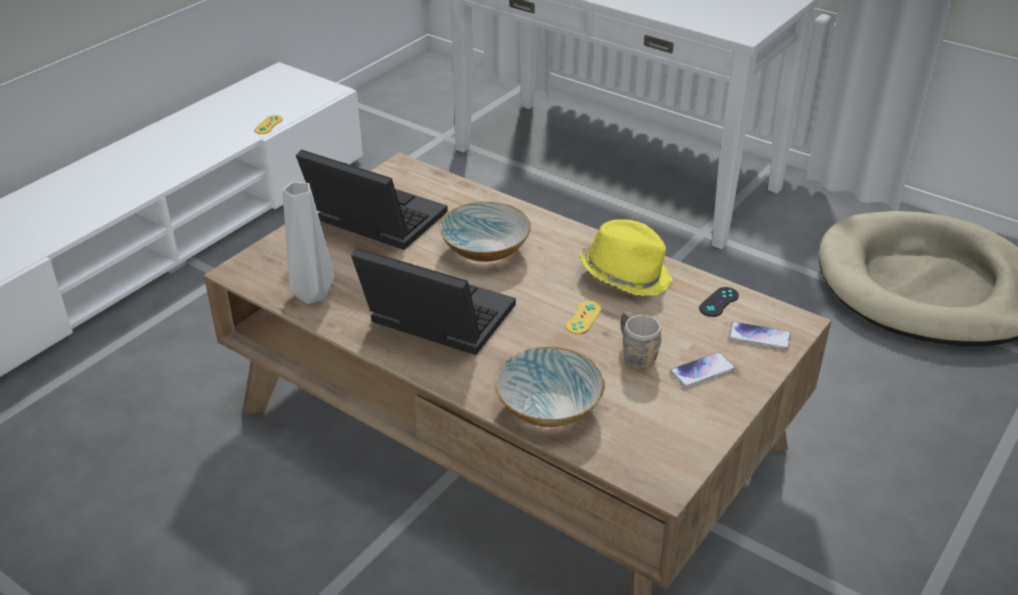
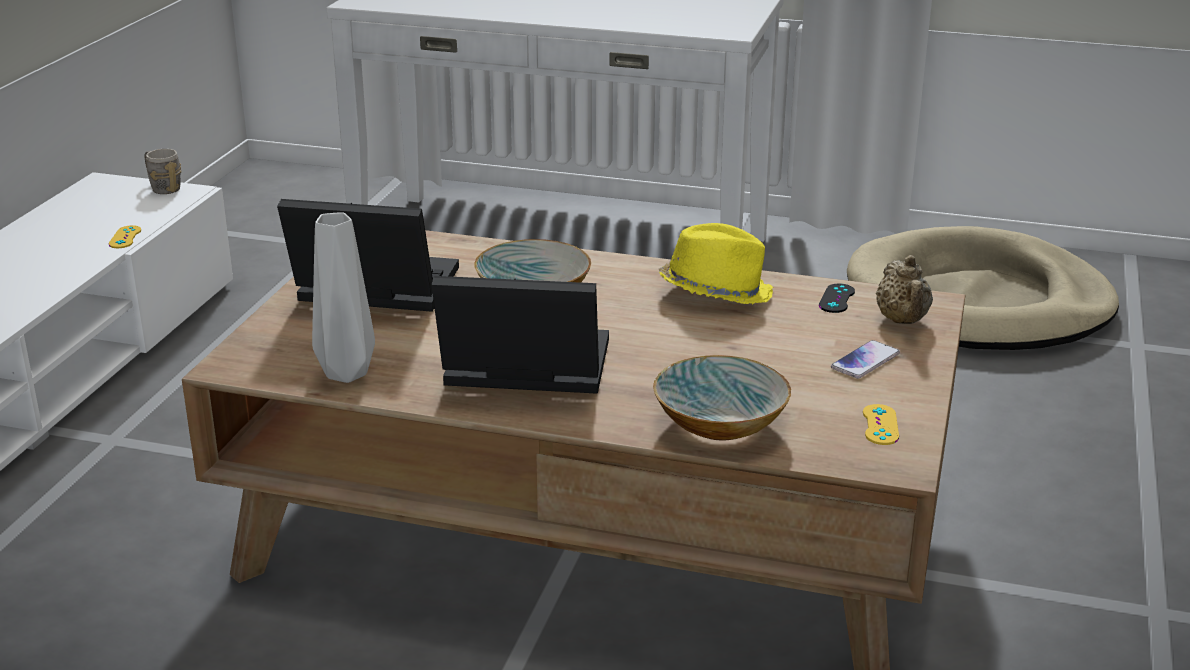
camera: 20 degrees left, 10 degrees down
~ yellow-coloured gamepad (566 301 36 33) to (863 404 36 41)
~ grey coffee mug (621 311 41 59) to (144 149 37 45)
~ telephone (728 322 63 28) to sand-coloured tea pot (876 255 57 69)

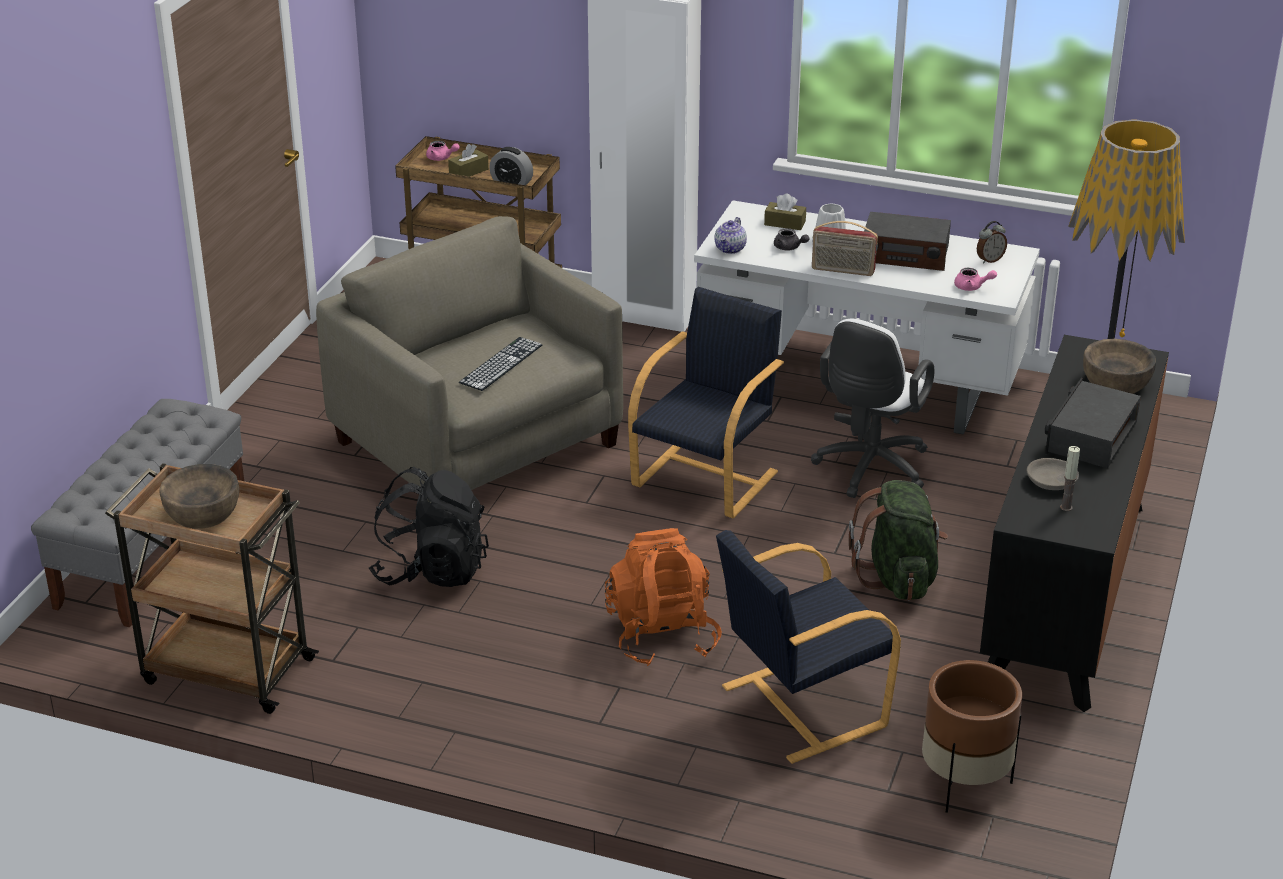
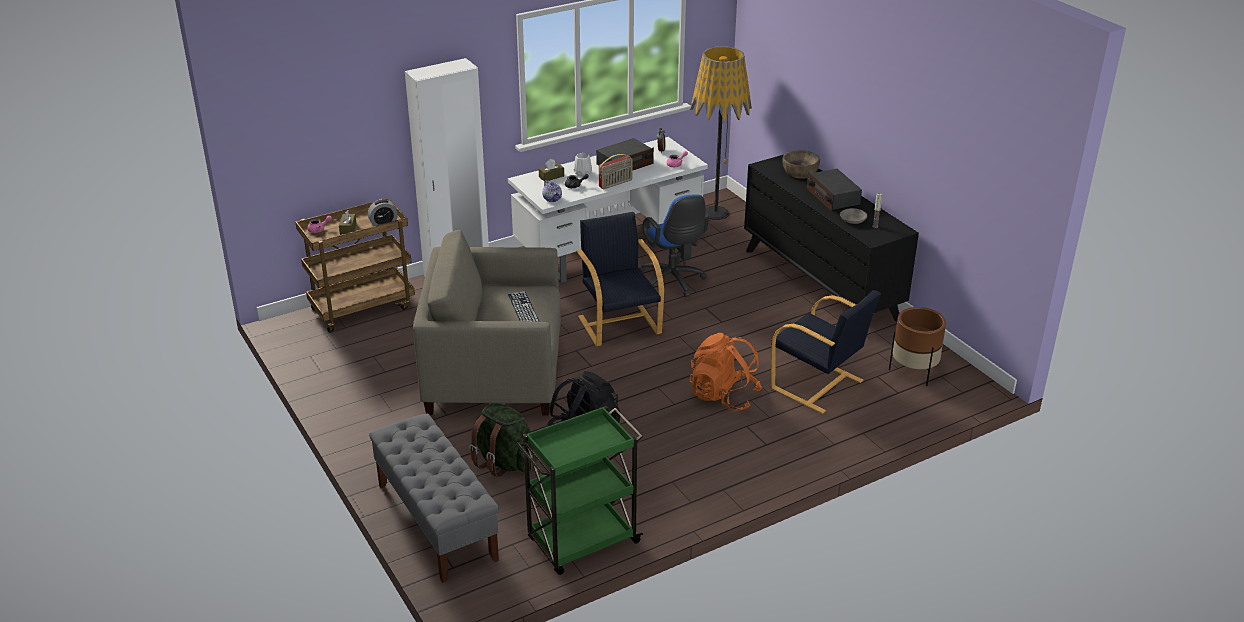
camera: 50 degrees left, 0 degrees up
- brownish bowl (159 464 80 65)
~ greenish rucksack (849 480 99 121) to (469 403 68 75)
~ brownish cart (105 463 214 251) to greenish cart (517 406 126 169)
~ whitish office chair (811 319 123 179) to bluish office chair (639 194 70 103)
~ black armchair (716 530 185 234) = (771 290 110 124) 60 degrees counterclockwise

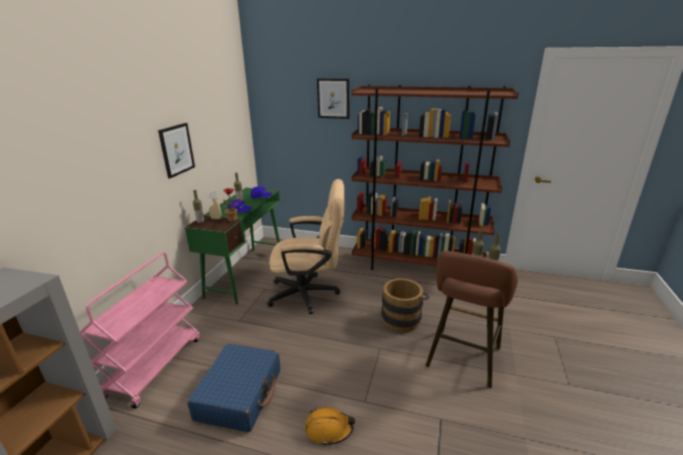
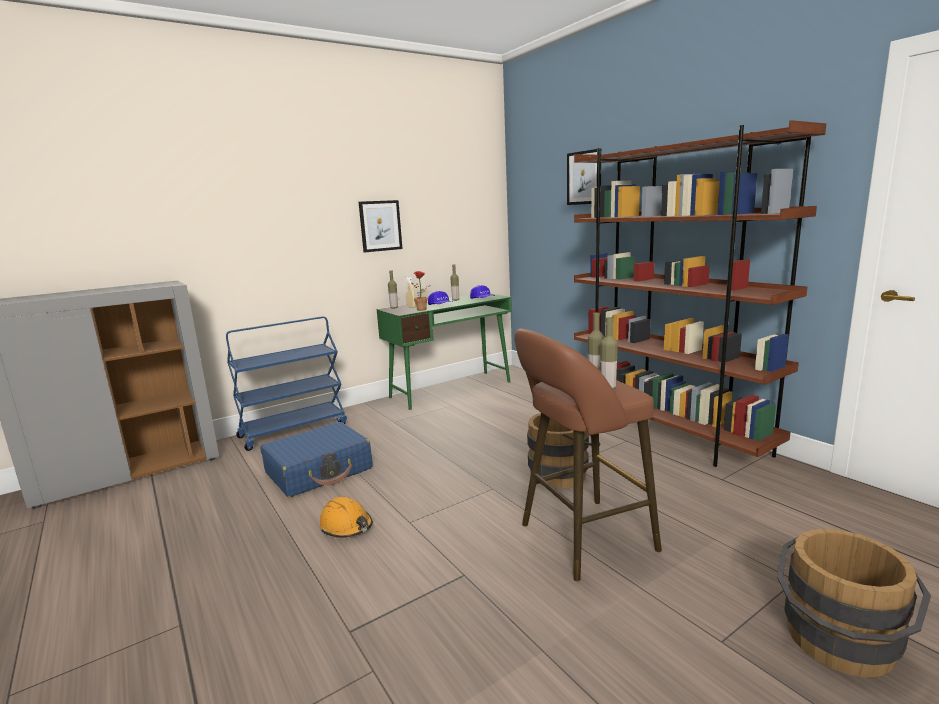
camera: 40 degrees right, 10 degrees down
- sand-coloured office chair (267 179 77 136)
+ brownish pail (777 529 154 149)
~ pinkish cart (80 252 120 157) to bluish cart (226 316 121 135)

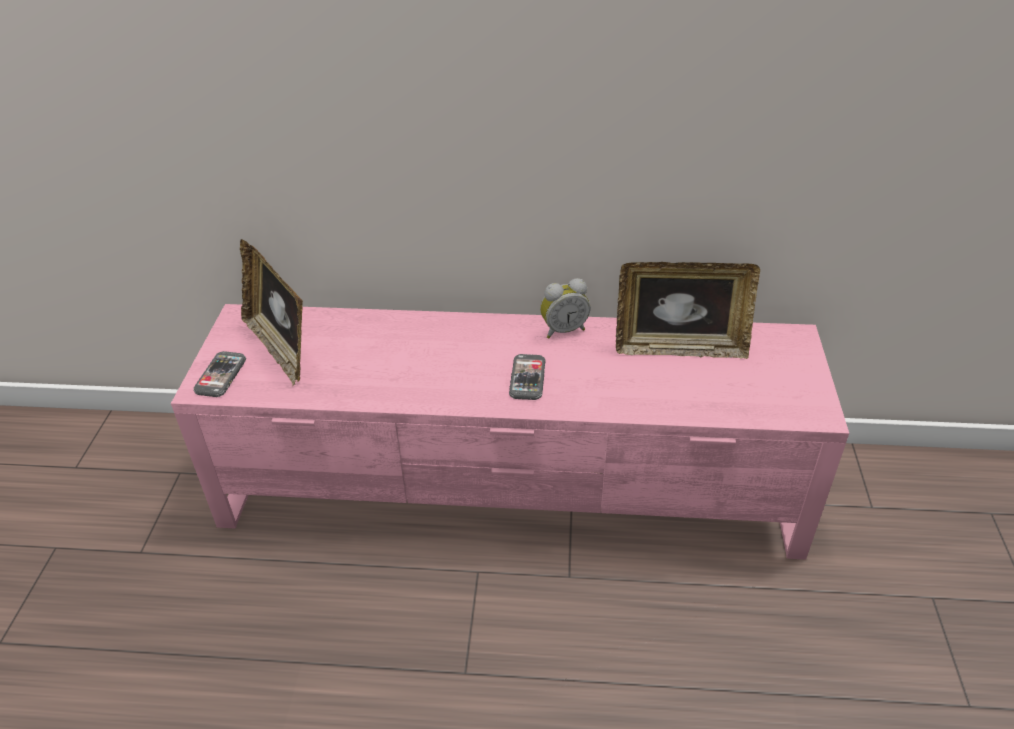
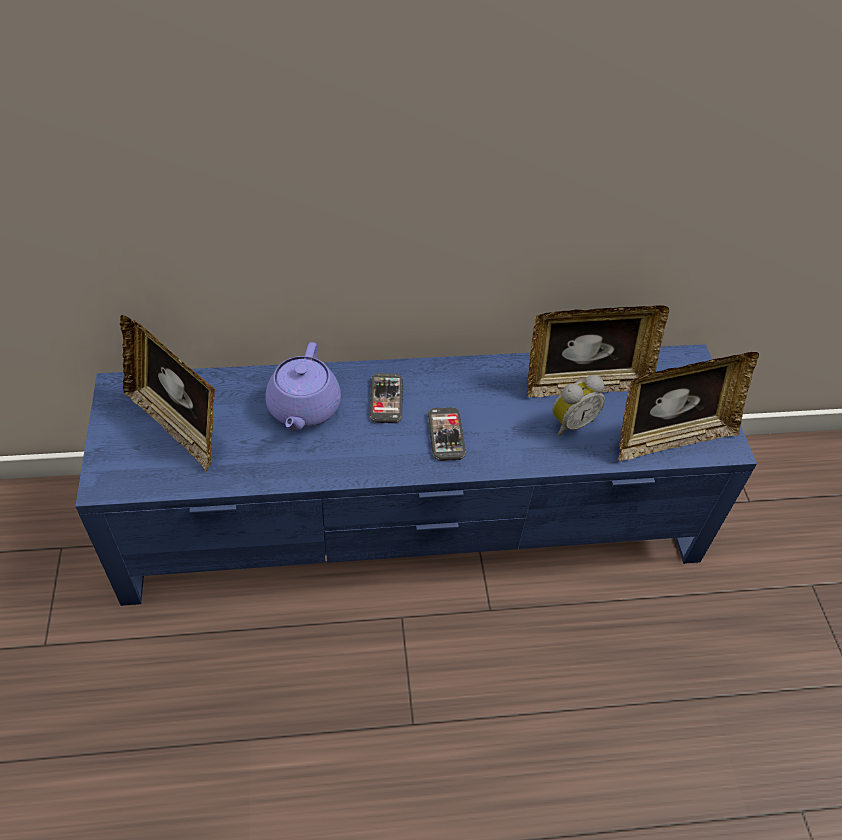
camera: 15 degrees left, 10 degrees up
+ purple tea pot (265 342 76 89)
+ standing frame (619 352 140 109)
~ telephone (193 351 53 46) to (370 373 33 50)
~ bedside clock (540 278 50 60) to (552 375 53 61)
~ pinkish tv stand (171 304 678 256) to bluish tv stand (75 344 682 262)

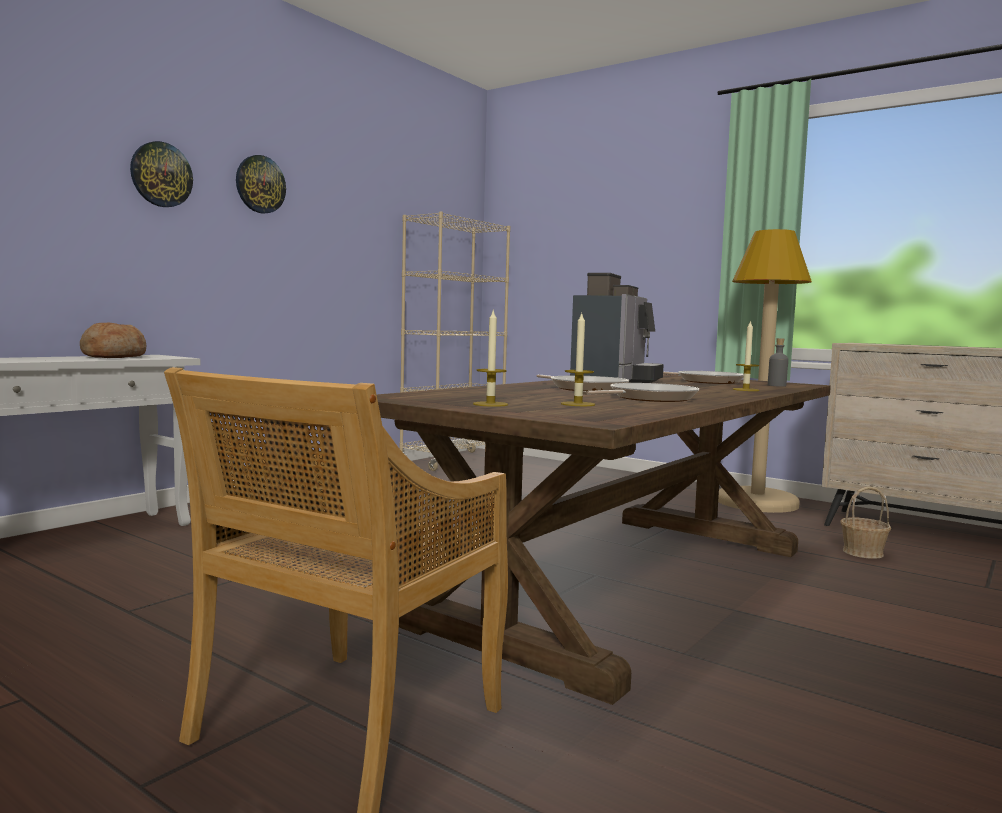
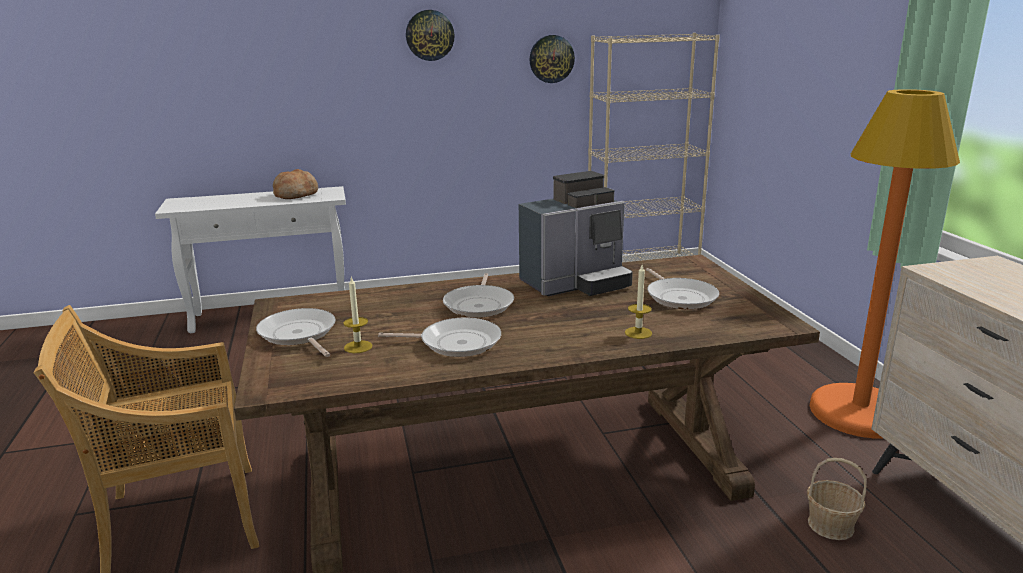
camera: 40 degrees right, 15 degrees up
- grey beverage bottle (768 338 20 49)
~ clock on the wall (130 141 63 66) to (530 35 45 48)
~ wax light (473 311 35 96) to pan (256 308 80 49)
~ sand-coloured standing lamp (718 229 94 284) to orangey standing lamp (810 89 150 349)

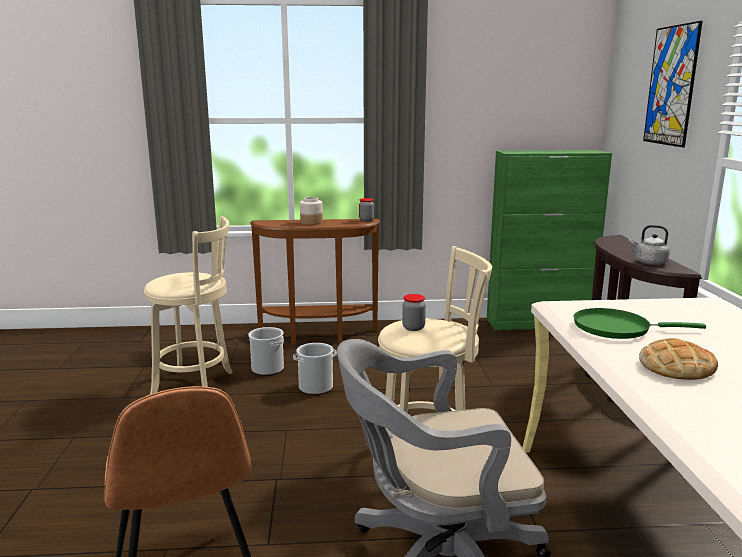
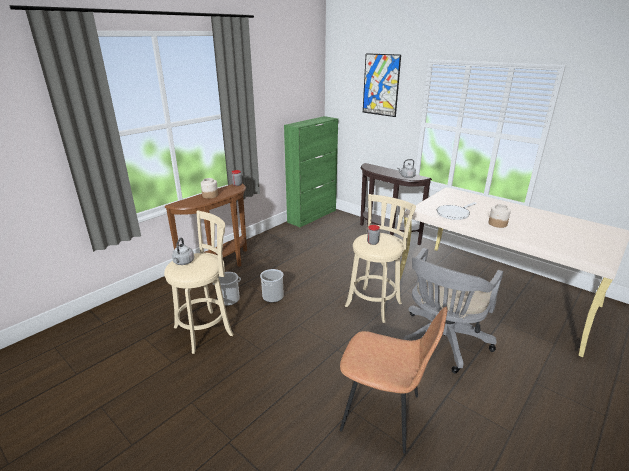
camera: 45 degrees left, 10 degrees up
+ grey tea kettle (172 238 22 27)
~ baked bread (639 338 79 42) to storage jar (488 204 23 24)
~ greenish pan (573 308 133 31) to whitish pan (437 202 39 18)

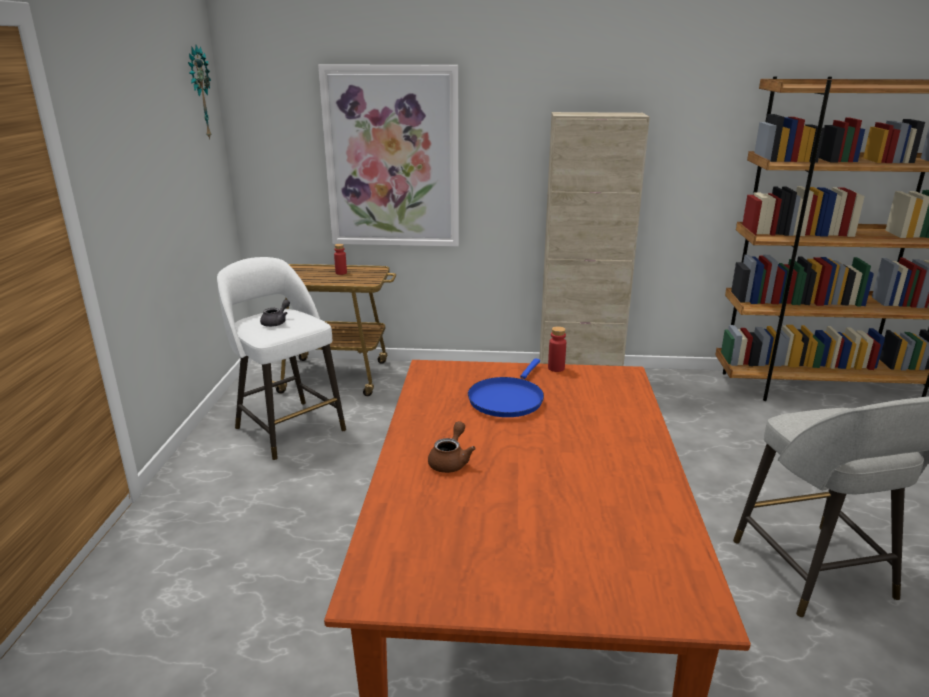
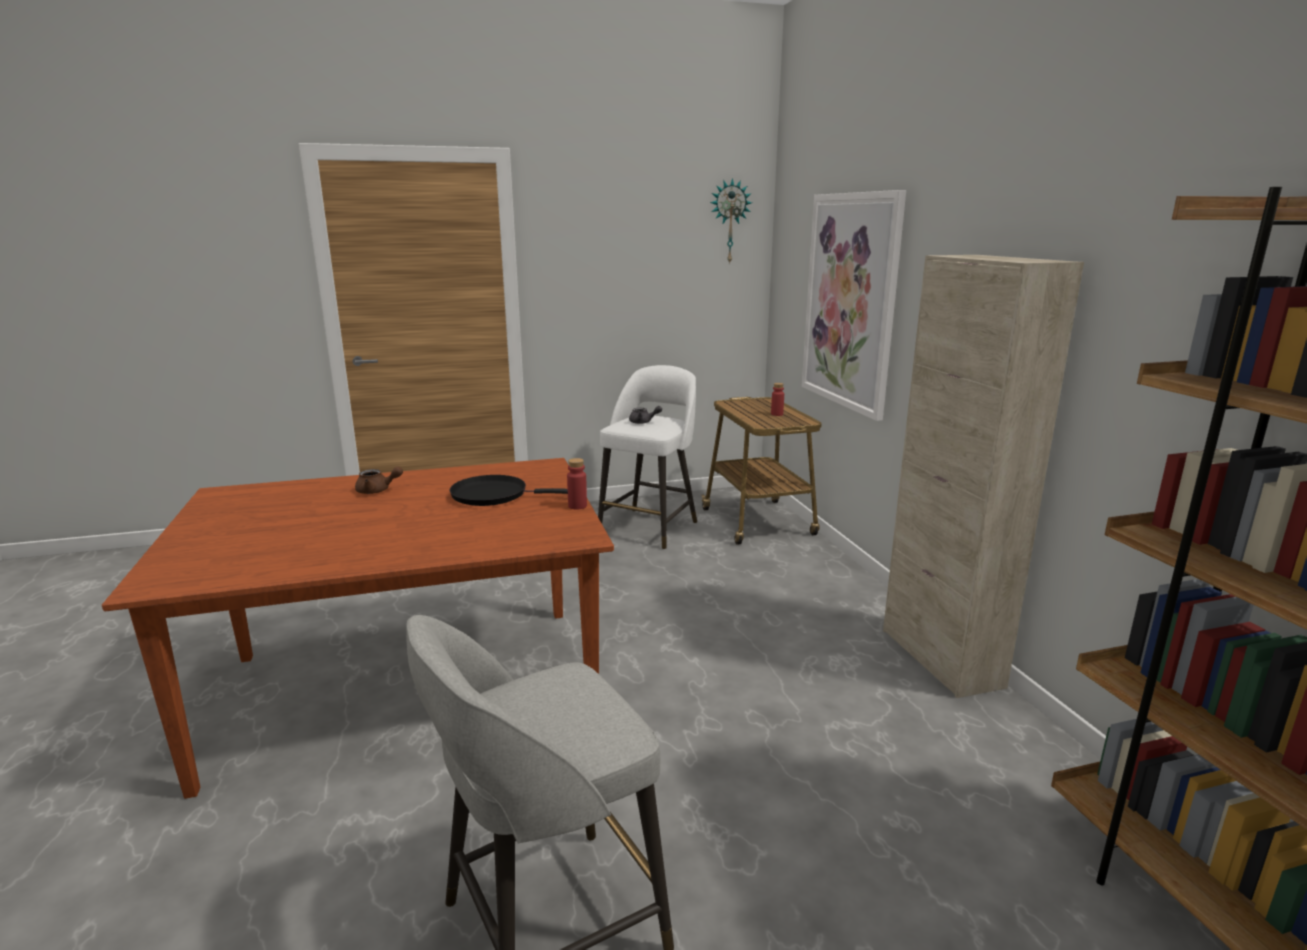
camera: 70 degrees right, 5 degrees down
~ bluish pan (468 358 76 59) to black pan (450 475 118 31)

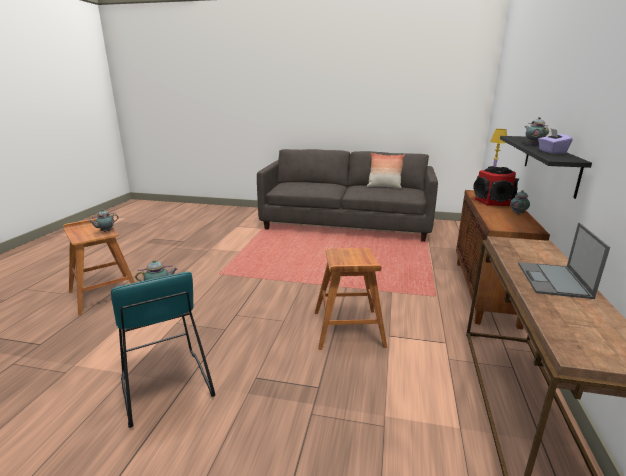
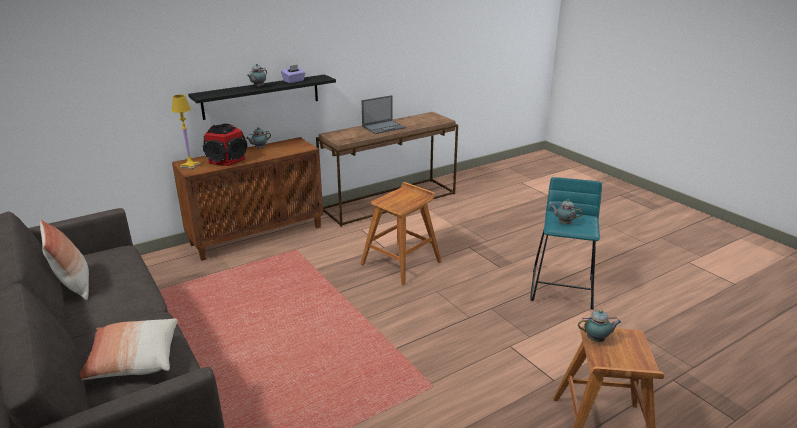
camera: 135 degrees left, 5 degrees up
+ throw pillow (80 318 98 62)

